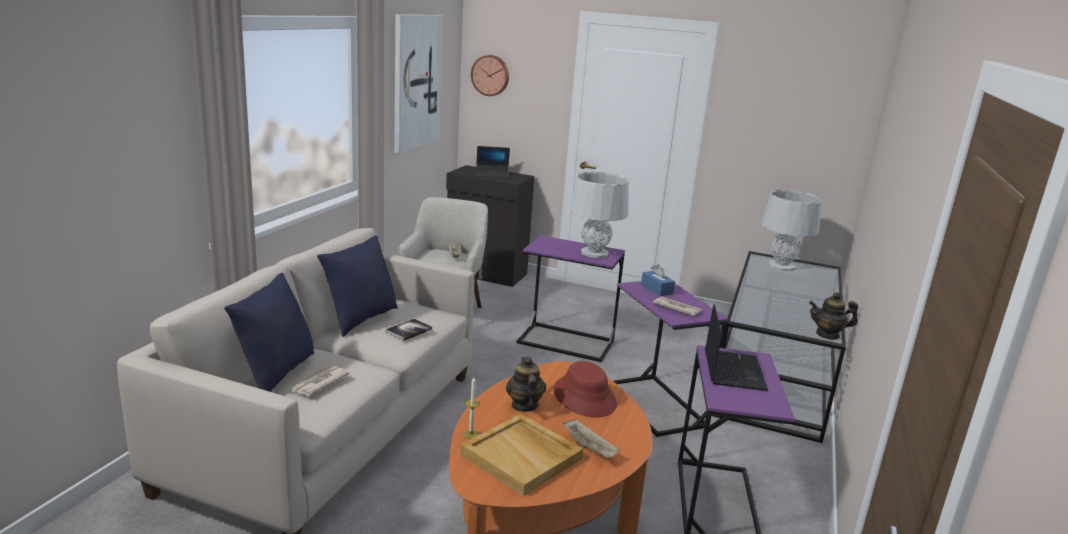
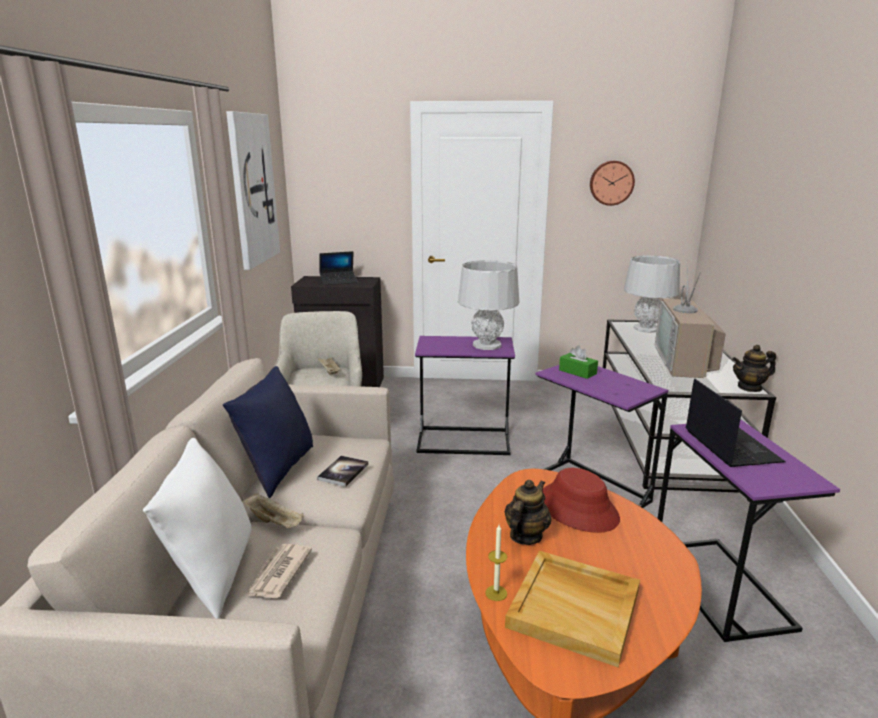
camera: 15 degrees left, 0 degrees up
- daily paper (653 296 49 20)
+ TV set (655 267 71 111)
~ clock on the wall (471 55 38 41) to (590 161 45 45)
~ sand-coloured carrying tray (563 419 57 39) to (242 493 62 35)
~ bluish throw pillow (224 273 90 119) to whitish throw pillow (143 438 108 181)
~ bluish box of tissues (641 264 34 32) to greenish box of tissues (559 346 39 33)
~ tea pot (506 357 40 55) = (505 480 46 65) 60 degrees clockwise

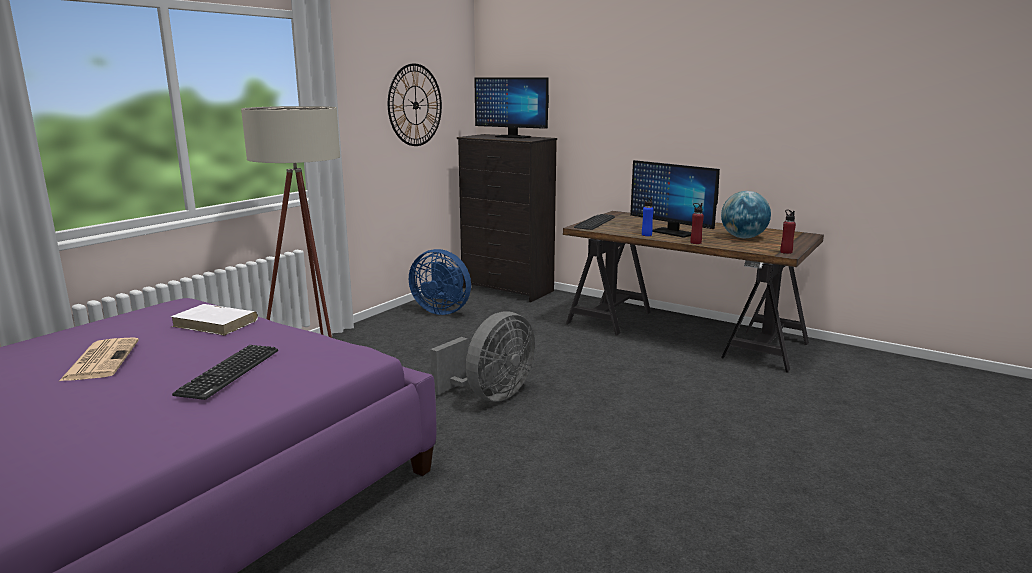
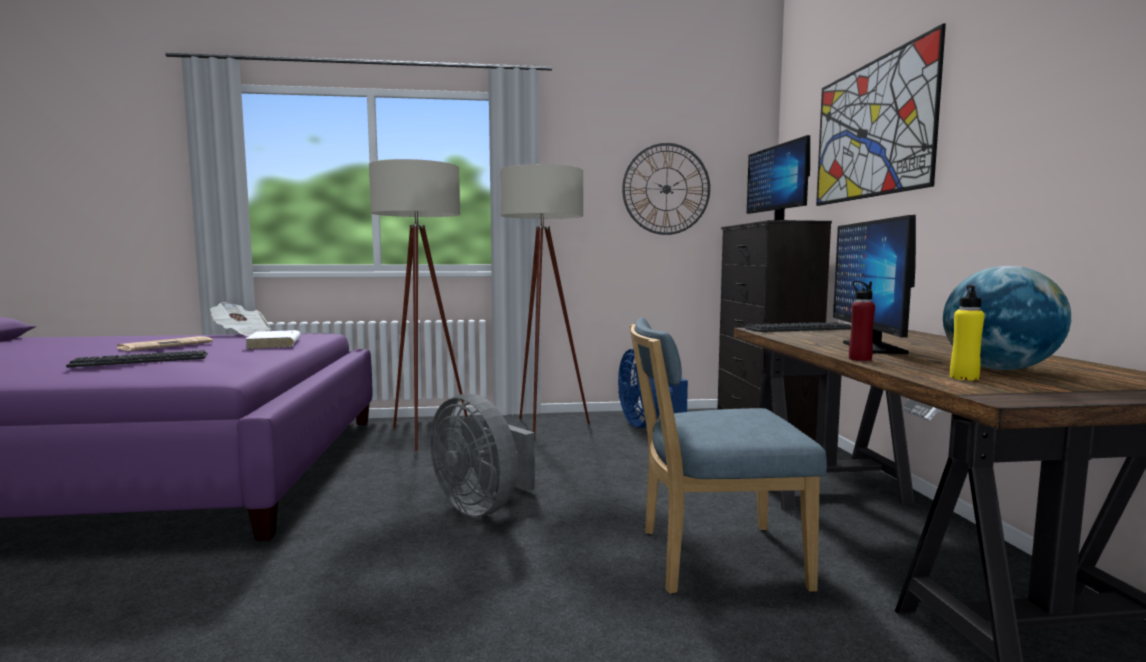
camera: 50 degrees right, 10 degrees down
- bluish beverage bottle (642 197 12 39)
- red-coloured beverage bottle (780 210 16 44)
+ daily paper (210 303 61 33)
+ sand-coloured standing lamp (500 164 90 278)
+ bluish upright chair (630 317 197 277)
+ picture (816 23 130 183)
+ yellow-coloured beverage bottle (950 285 35 95)
~ grey cooling fan (430 311 105 91) = (430 394 105 123) 45 degrees clockwise

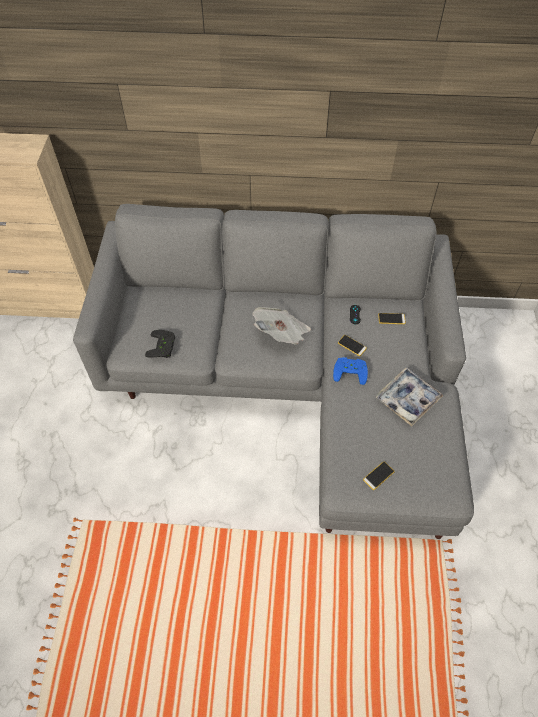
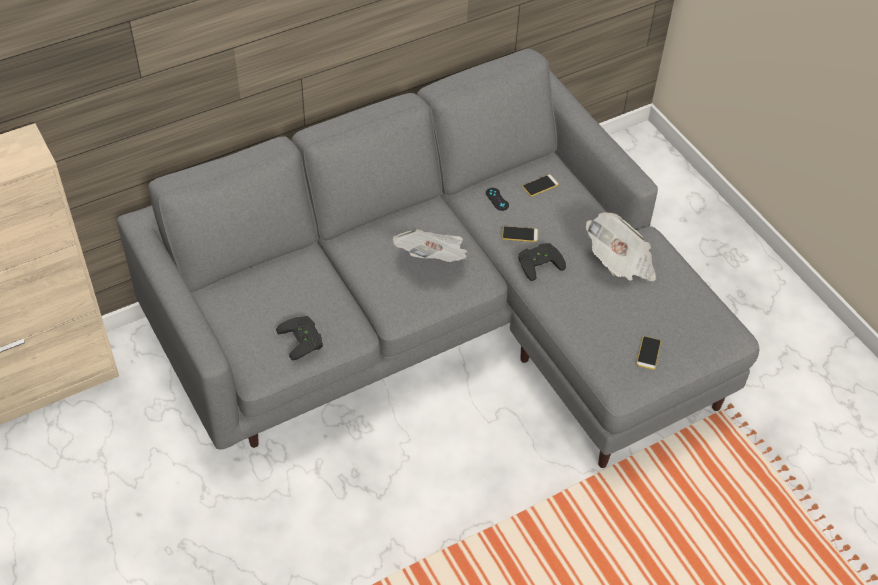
camera: 35 degrees left, 5 degrees down
~ carrying tray (376 367 68 59) to daily paper (586 212 70 69)
~ bluish gamepad (333 357 35 28) to black gamepad (518 243 48 38)

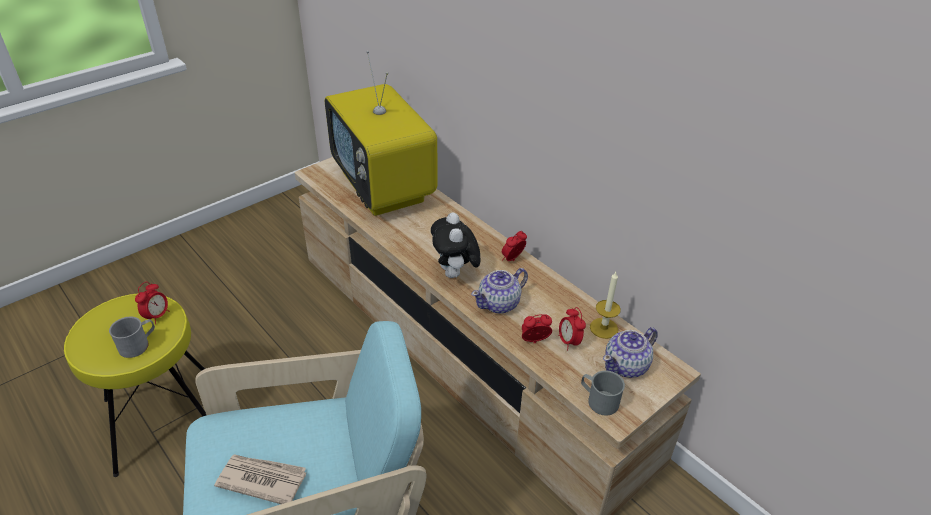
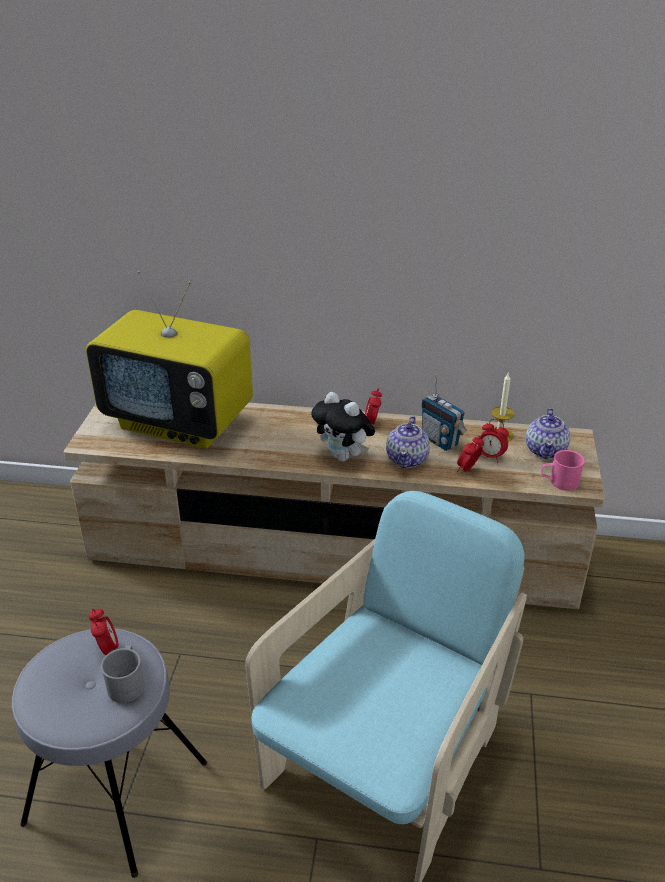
camera: 40 degrees left, 5 degrees down
- daily paper (214 454 92 50)
+ radio receiver (421 374 46 77)
~ yellow-coloured stool (64 294 143 183) to grey stool (12 629 195 249)
~ grey coffee mug (581 371 44 44) to pinkish coffee mug (541 450 44 41)

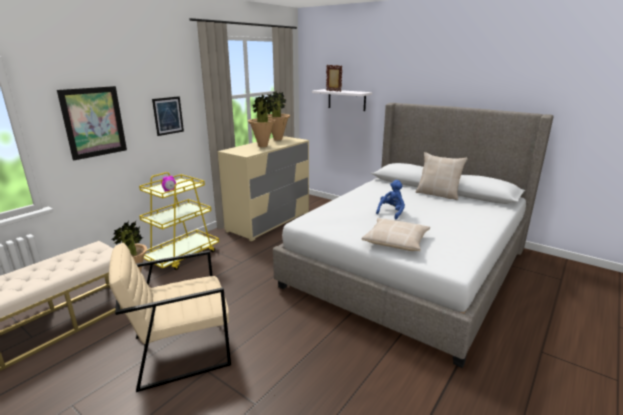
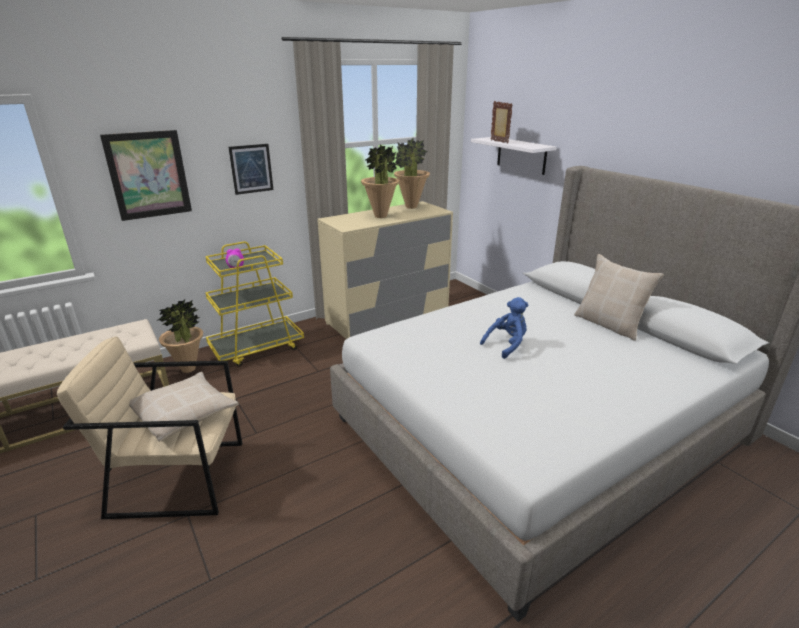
camera: 20 degrees right, 5 degrees up
~ sand-coloured throw pillow (362 218 68 33) to (129 372 110 70)

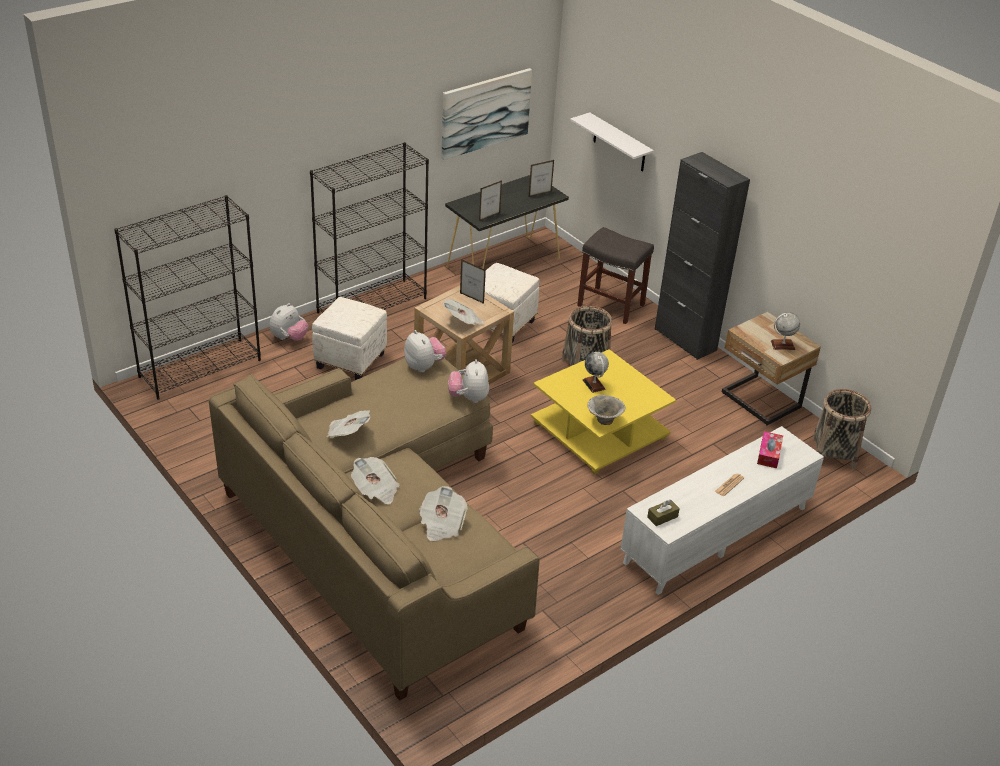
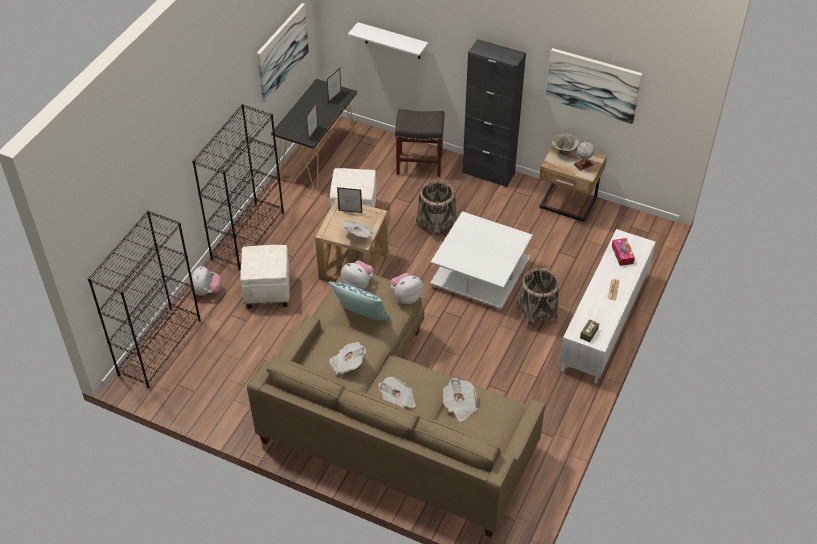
camera: 25 degrees left, 10 degrees up
- globe (583 352 26 41)
+ throw pillow (329 281 63 41)
+ picture (545 48 97 76)
~ bowl (587 395 39 30) to (552 134 27 21)
~ storage basket (812 389 59 80) to (516 268 43 62)
~ yellow-coloured low table (531 349 145 125) to whitish low table (430 211 103 100)
~ cuddly toy (448 359 41 44) = (390 273 33 31) 90 degrees clockwise

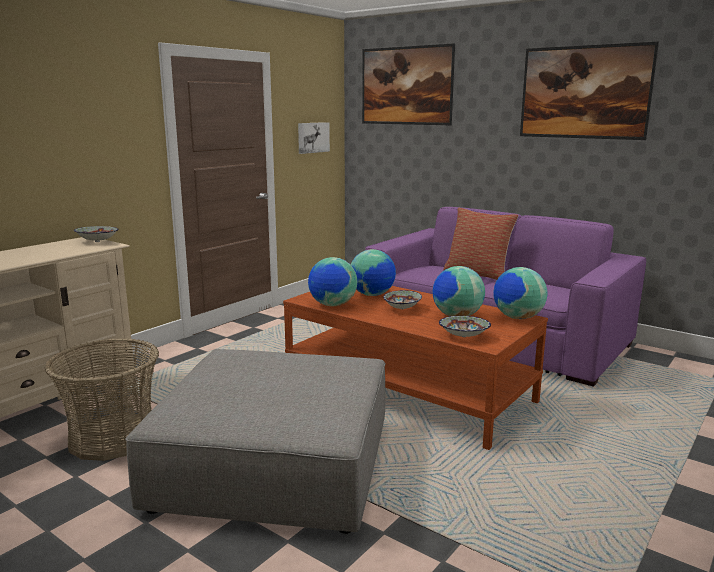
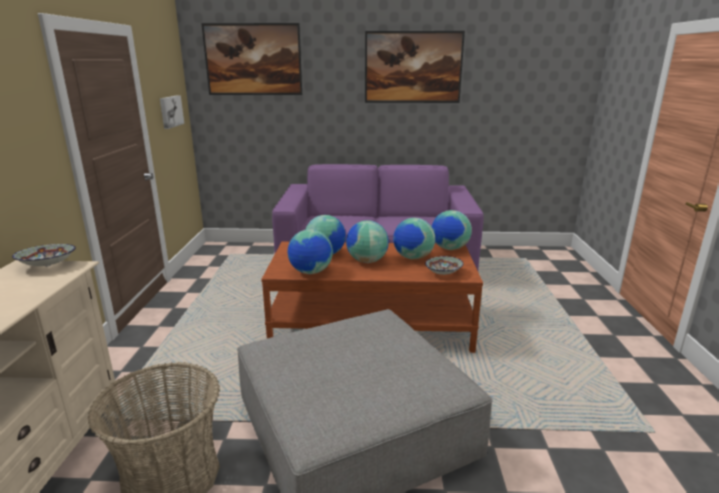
camera: 35 degrees left, 5 degrees up
- throw pillow (443 207 75 73)
~ bowl (383 290 39 19) to globe (346 220 43 43)

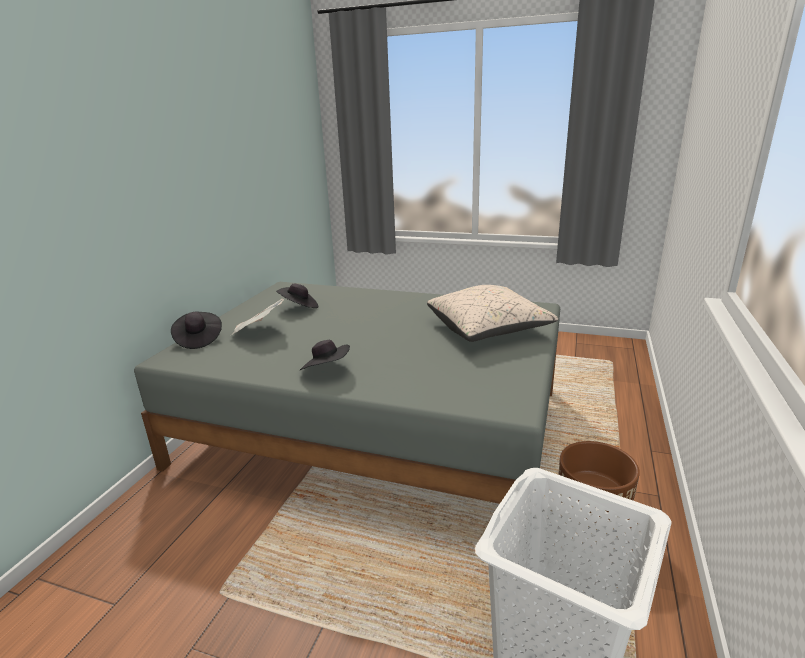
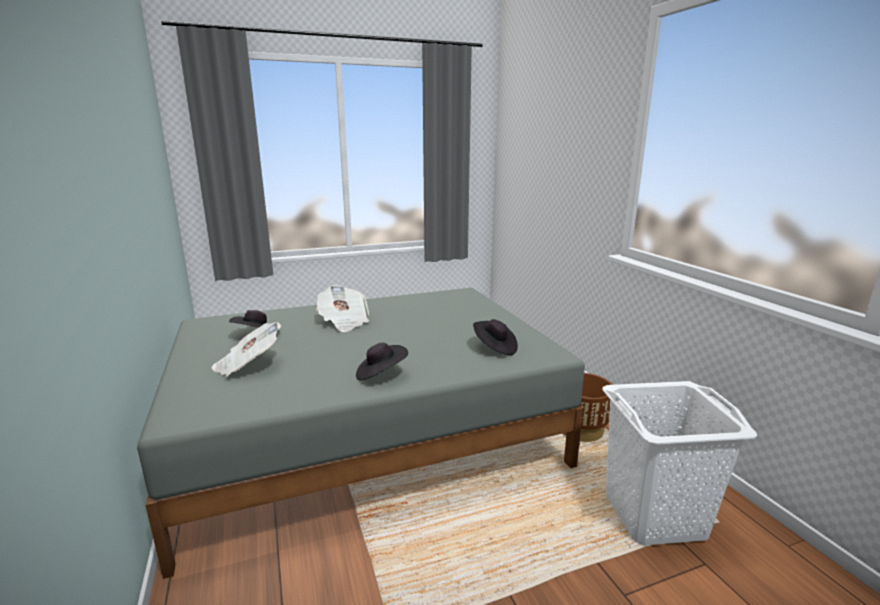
camera: 40 degrees left, 5 degrees down
- sand-coloured throw pillow (427 285 131 57)
+ daily paper (316 285 53 47)
~ black wearable hat (171 312 51 37) to (473 319 45 36)

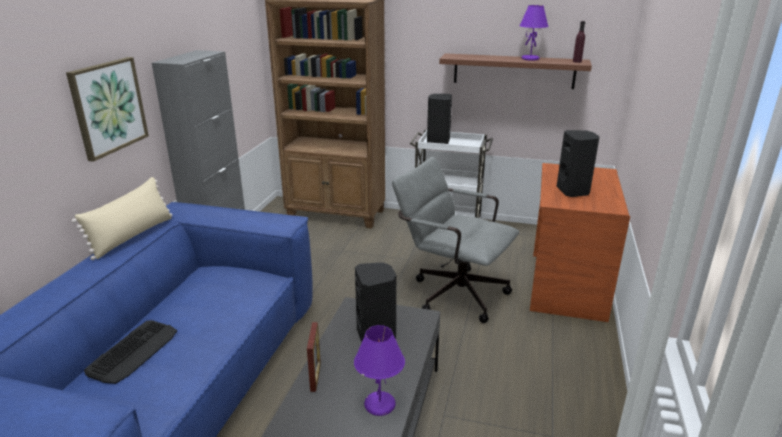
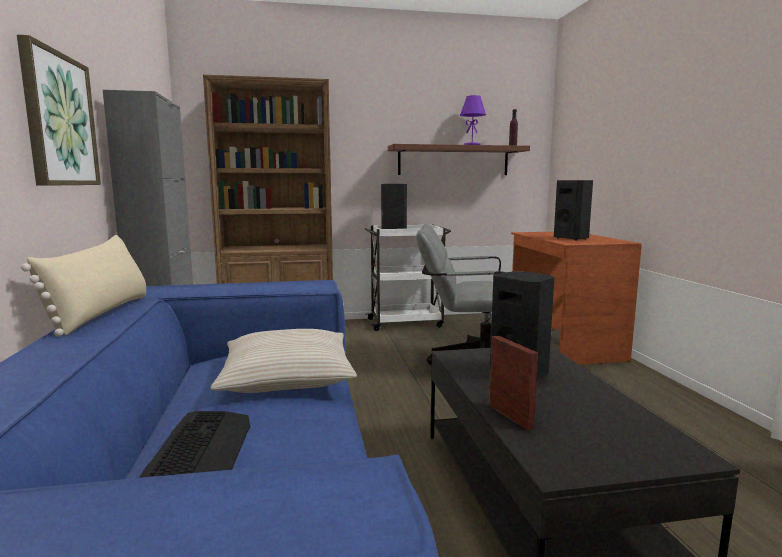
camera: 25 degrees left, 15 degrees down
- purple lamp for a table (354 325 51 91)
+ sand-coloured throw pillow (211 329 146 64)

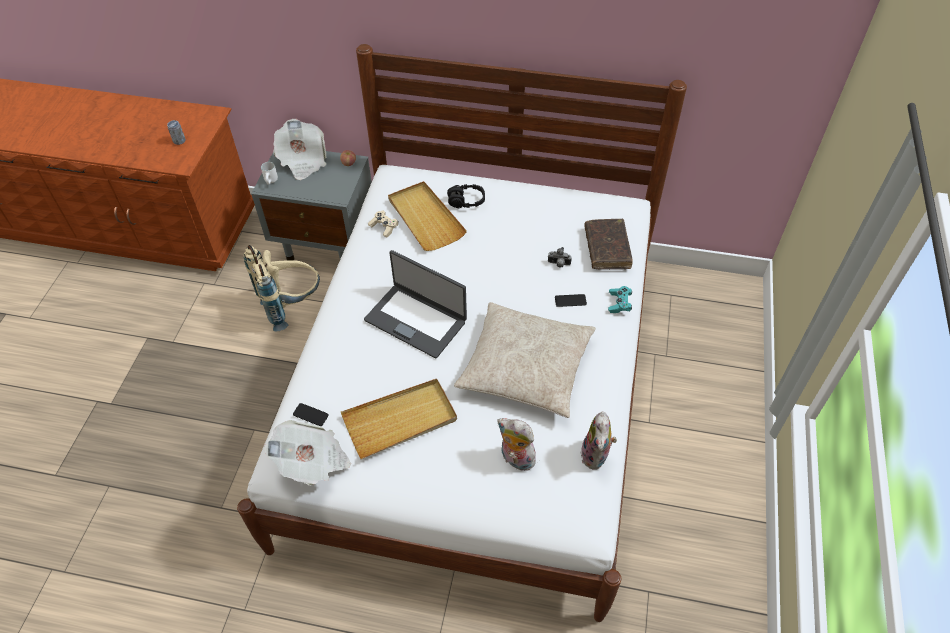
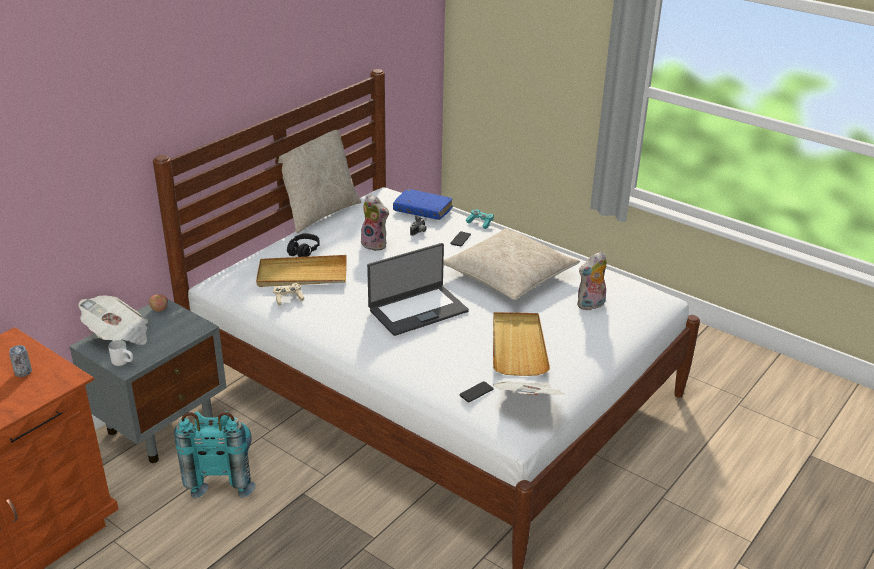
camera: 65 degrees left, 20 degrees down
+ sand-coloured throw pillow (275 130 86 103)
~ cuddly toy (581 411 36 59) to (361 194 29 57)
~ sand-coloured rucksack (243 245 77 87) to blue-green rucksack (174 411 81 88)
~ brownish bound book (584 219 49 51) to bluish bound book (393 189 60 31)

